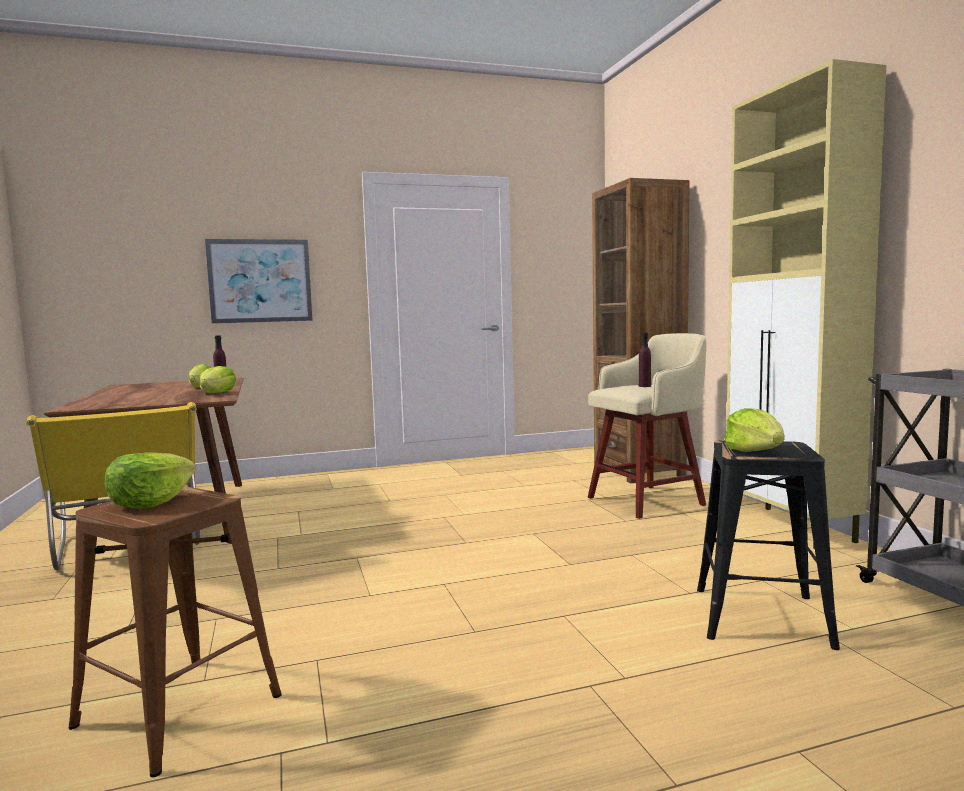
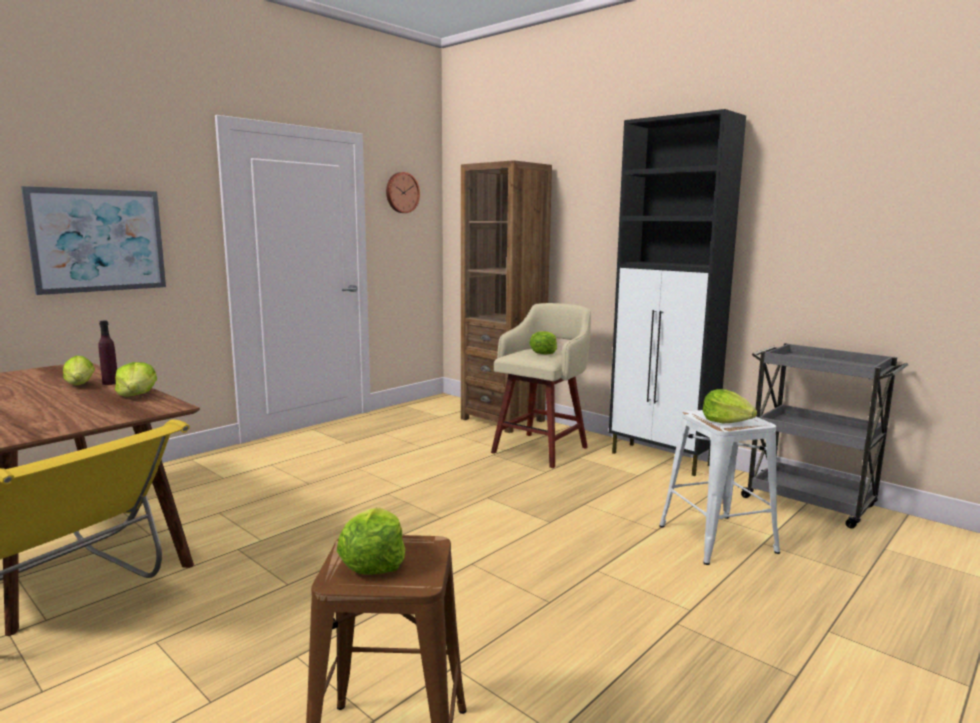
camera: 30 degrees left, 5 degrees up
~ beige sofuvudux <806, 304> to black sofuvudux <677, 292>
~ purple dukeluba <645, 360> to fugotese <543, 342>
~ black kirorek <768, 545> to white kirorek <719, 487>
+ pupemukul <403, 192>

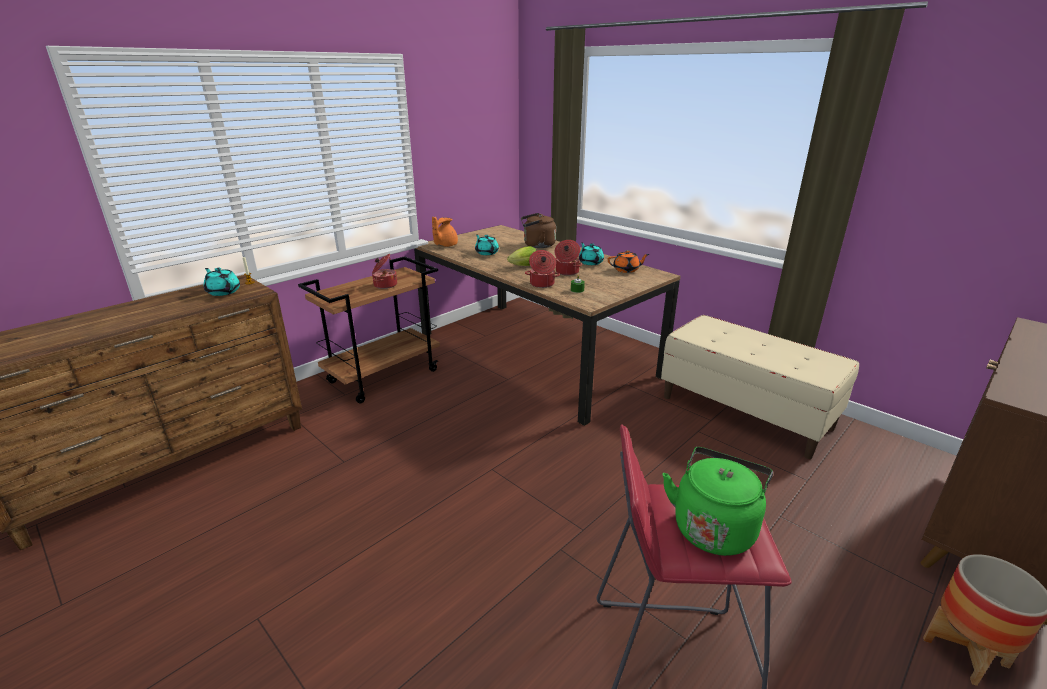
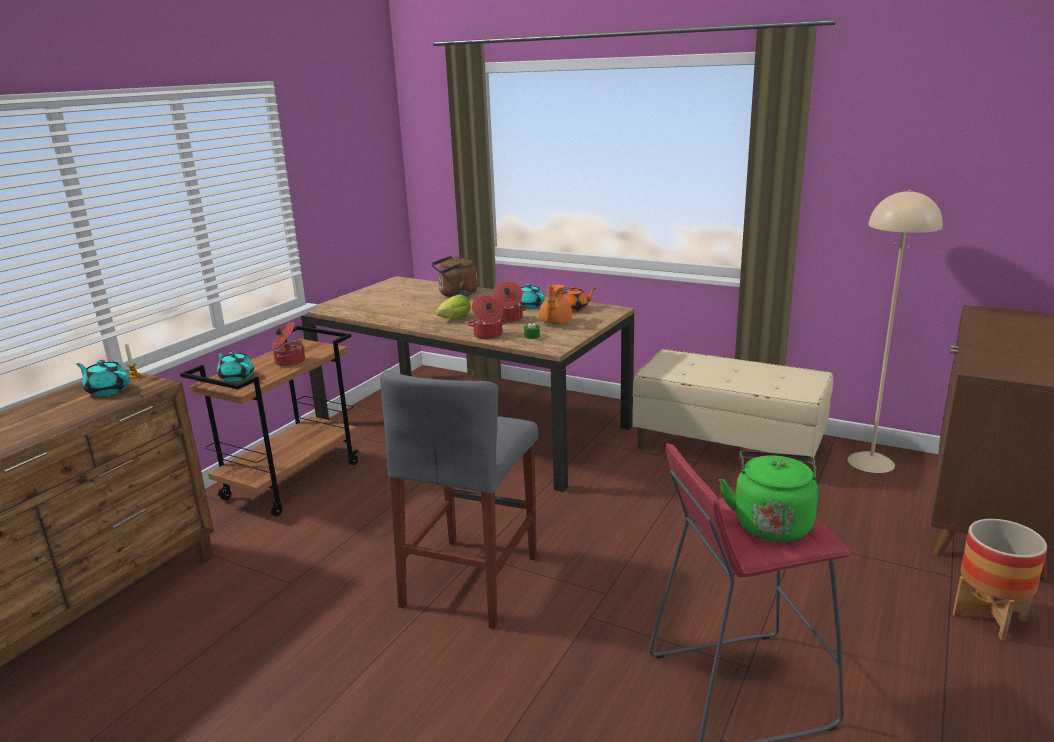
camera: 15 degrees left, 5 degrees down
~ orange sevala <445, 232> to <555, 304>
~ turquoise sevala <487, 244> to <235, 366>
+ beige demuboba <895, 331>
+ grey kirorek <459, 499>

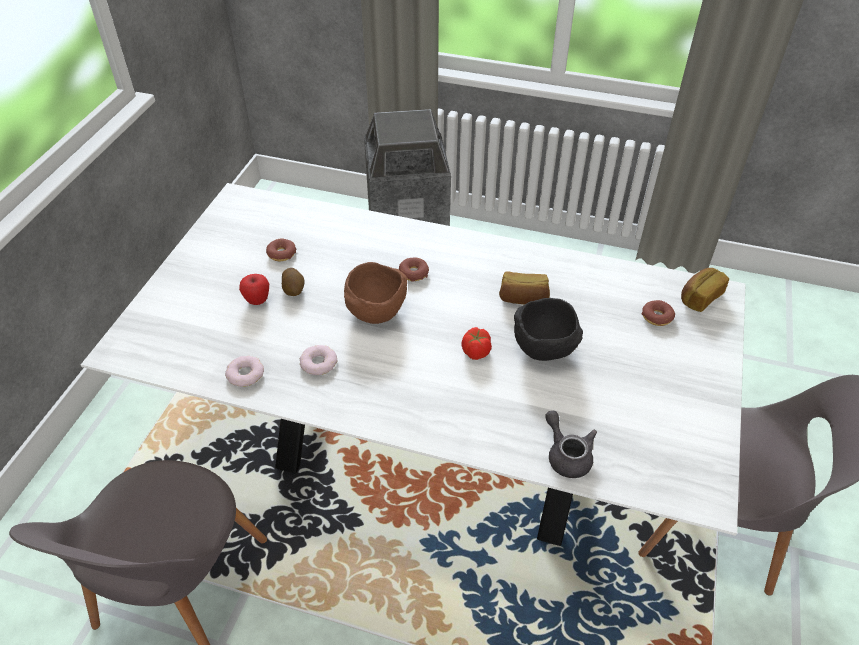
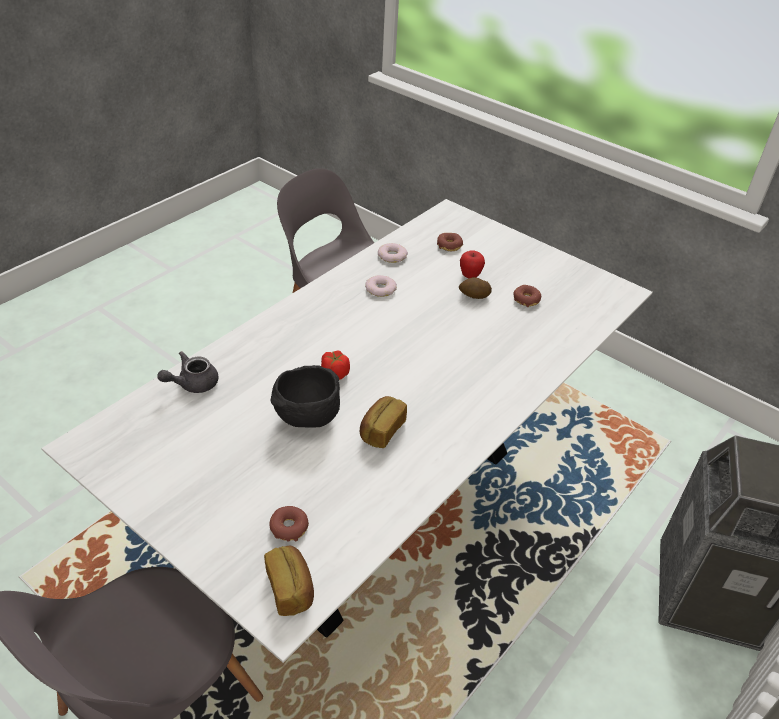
camera: 110 degrees right, 5 degrees down
~ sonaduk <414, 269> to <450, 242>
- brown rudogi <375, 293>
~ grey sevala <571, 444> = <188, 372> 150 degrees clockwise

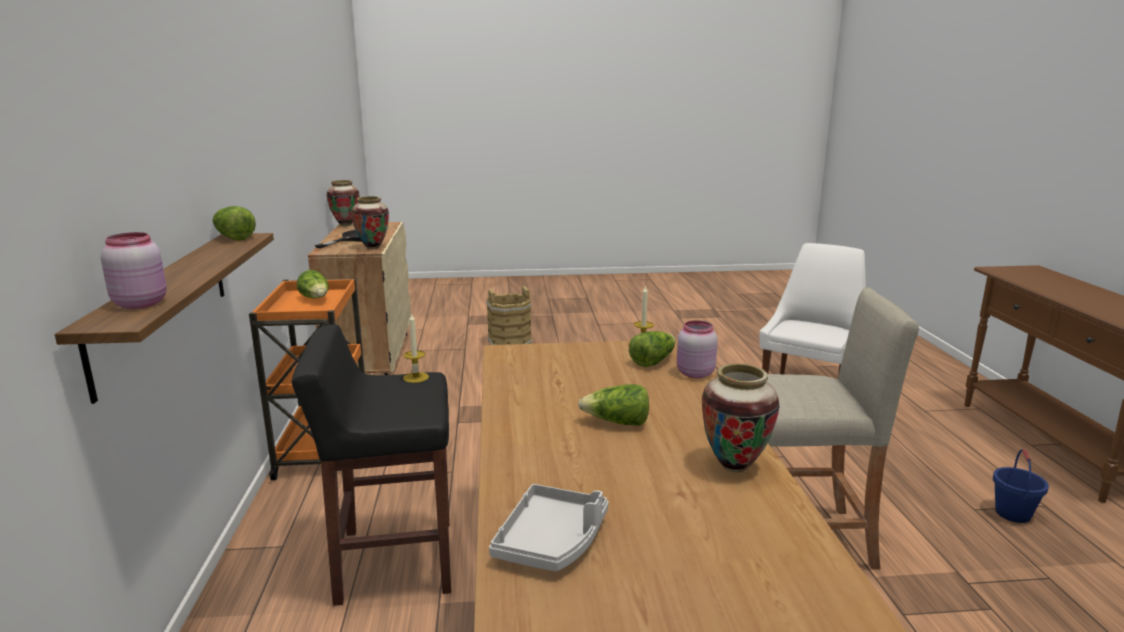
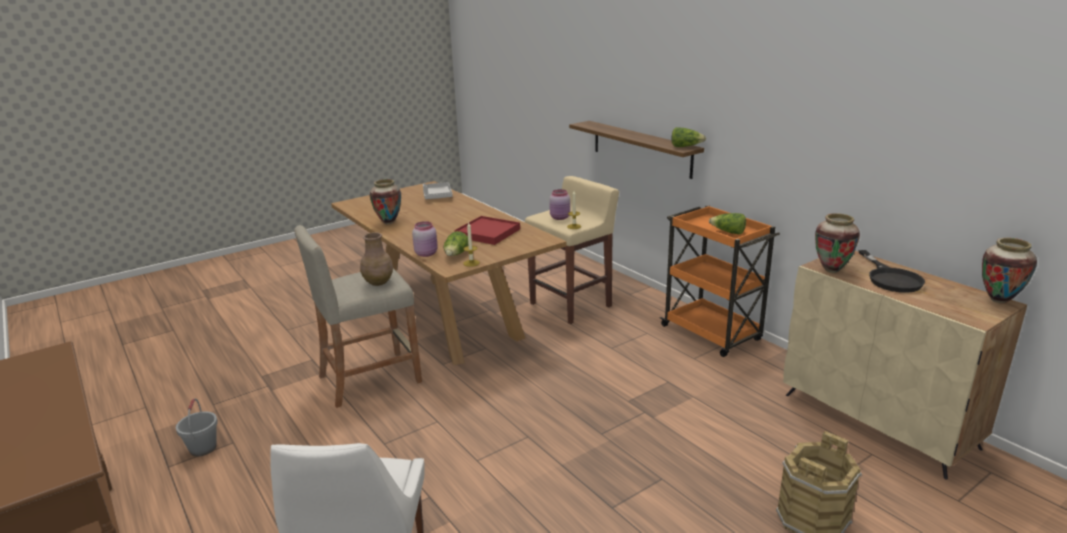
camera: 150 degrees right, 5 degrees up
~ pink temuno <134, 270> to <559, 204>
~ black kirorek <371, 465> to beige kirorek <572, 250>
- fugotese <613, 405>
~ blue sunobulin <1021, 486> to grey sunobulin <197, 428>
+ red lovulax <487, 230>
+ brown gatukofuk <376, 259>

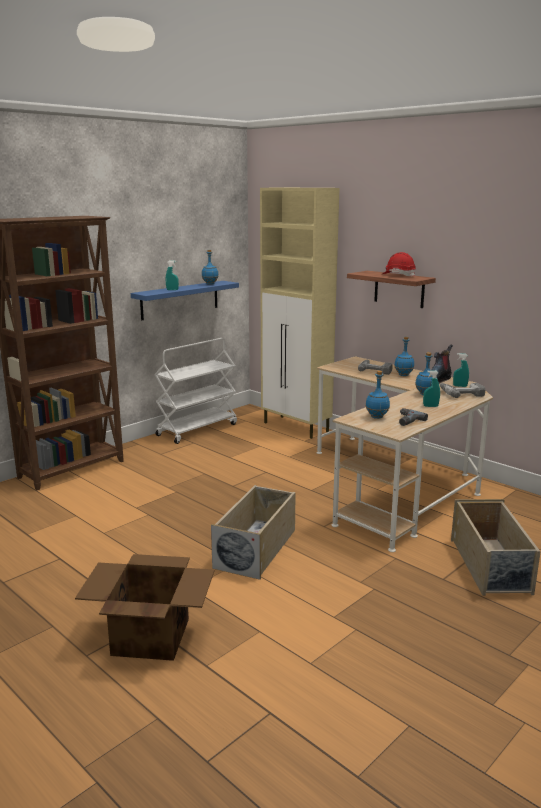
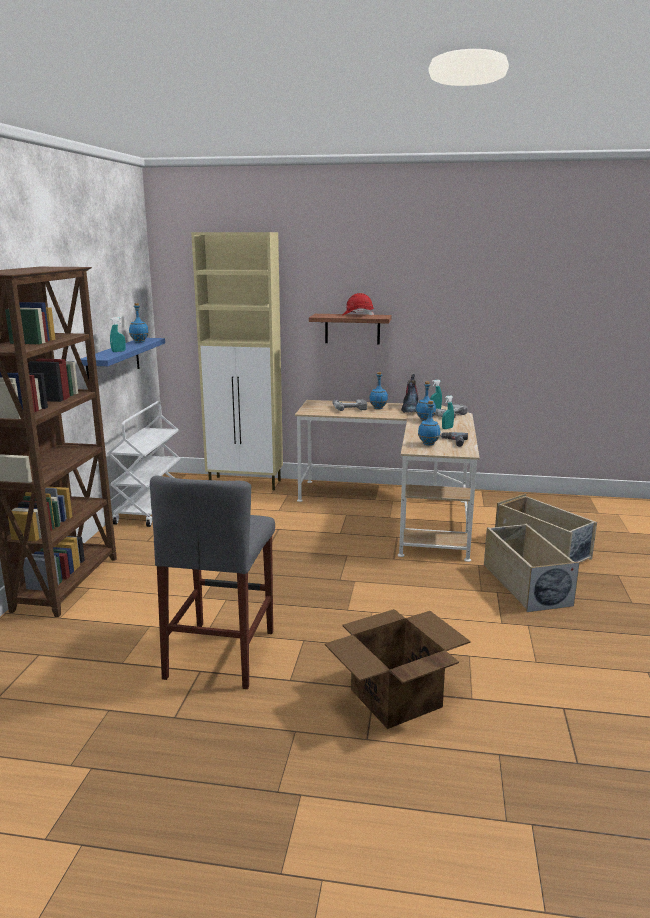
camera: 35 degrees left, 0 degrees up
~ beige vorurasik <253, 532> to <532, 568>
+ grey kirorek <212, 582>

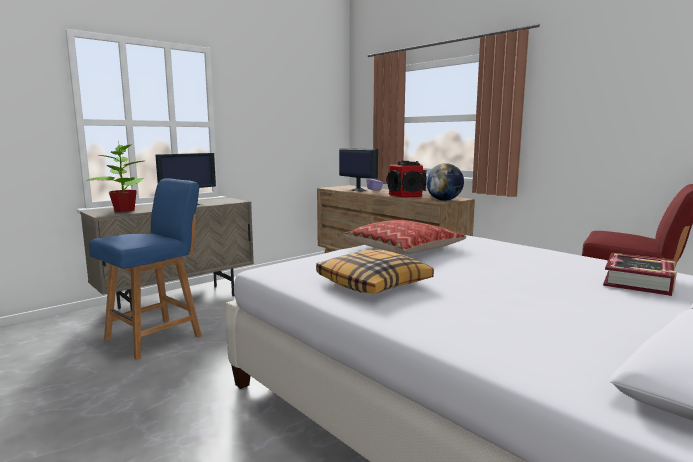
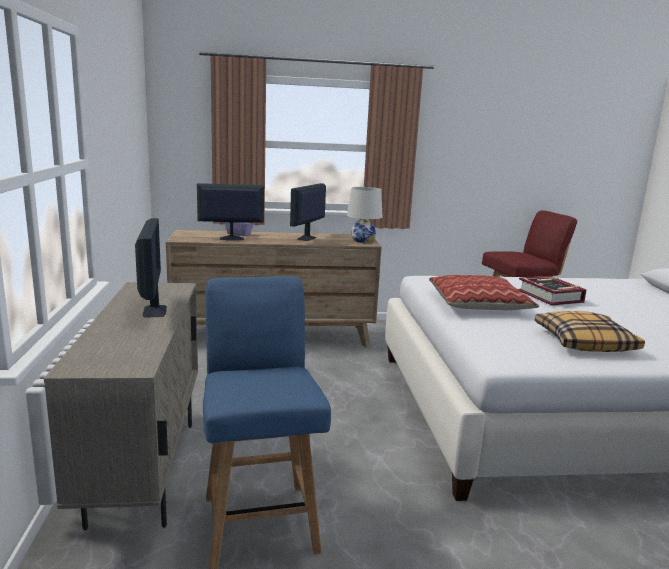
camera: 55 degrees left, 5 degrees up
- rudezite <115, 176>
~ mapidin <406, 179> to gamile <308, 212>
~ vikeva <445, 182> to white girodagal <365, 215>
~ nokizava <640, 274> to <552, 291>

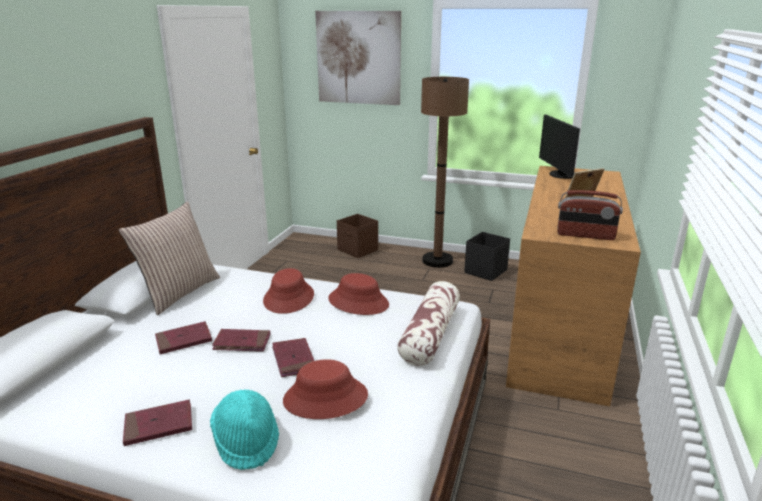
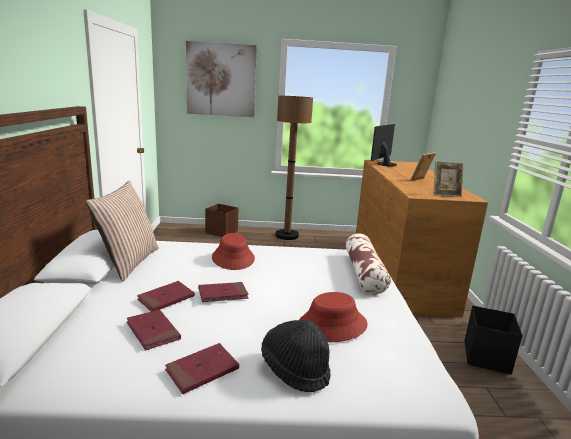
camera: 20 degrees left, 5 degrees down
~ gamile <559, 146> = <384, 145> 60 degrees clockwise
~ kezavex <590, 215> to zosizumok <449, 179>
~ black vorurasik <487, 256> to <493, 339>
- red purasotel <358, 294>
~ red nokizava <293, 357> to <154, 330>
~ turquoise purasotel <244, 429> to black purasotel <296, 356>

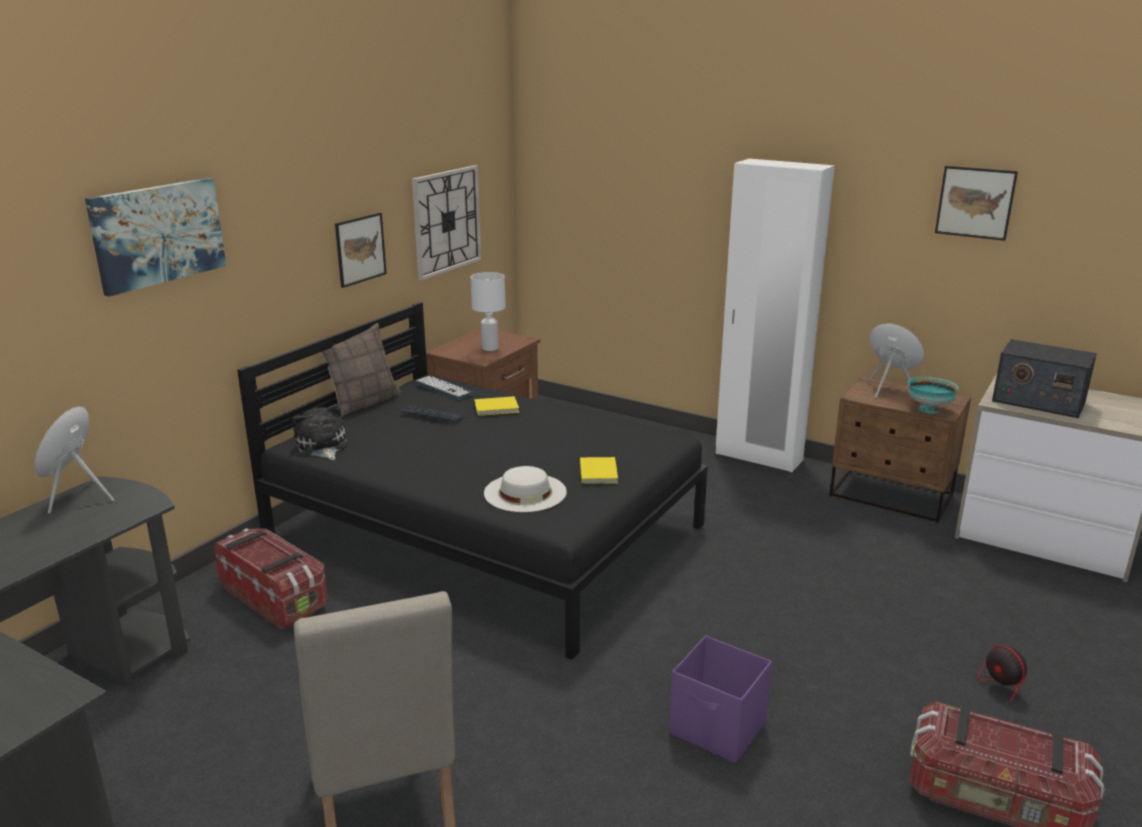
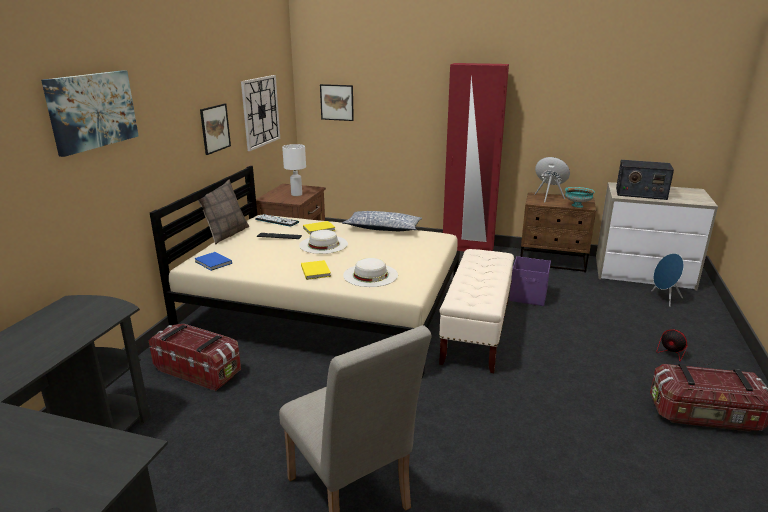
camera: 15 degrees left, 0 degrees up
~ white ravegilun <775, 315> to red ravegilun <476, 157>
~ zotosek <976, 203> to <337, 102>
~ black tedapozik <472, 481> to beige tedapozik <305, 272>
~ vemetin <320, 432> to blue nokizava <213, 261>
~ blue mapidin <74, 459> to <667, 280>
~ yellow nokizava <599, 470> to <316, 270>
~ purple vorurasik <720, 699> to <530, 281>
+ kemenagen <382, 221>
+ white purasotel <323, 242>
+ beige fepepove <476, 311>

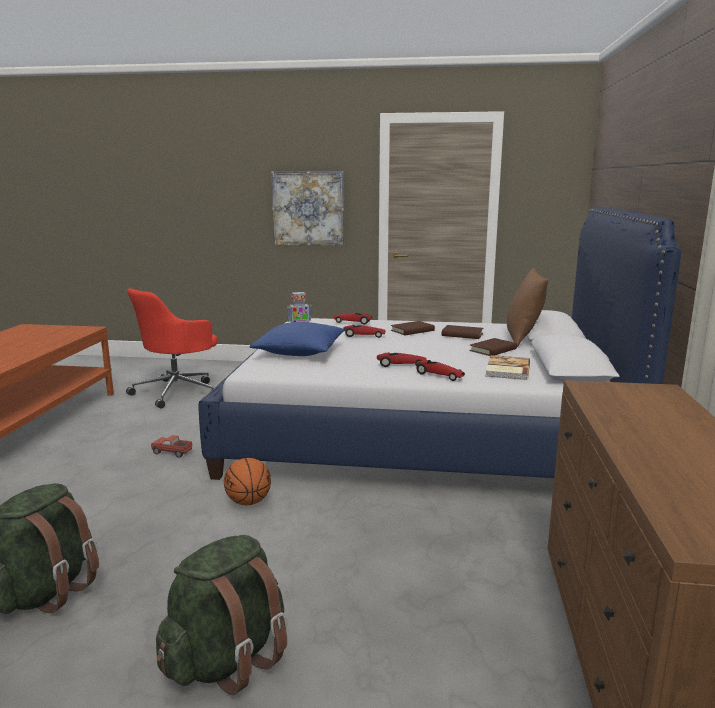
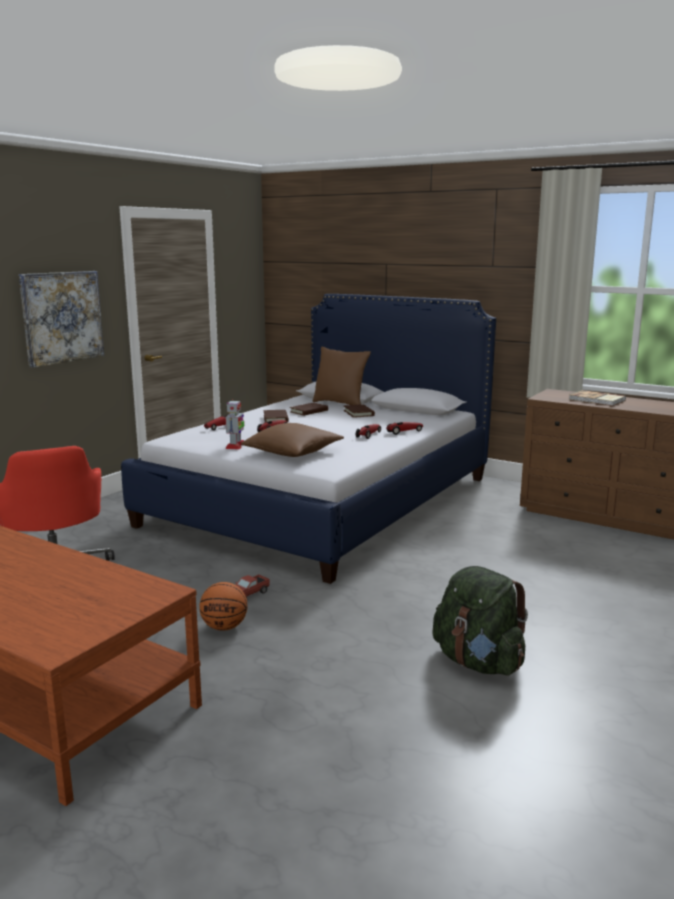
camera: 65 degrees left, 0 degrees up
~ blue kemenagen <297, 339> to brown kemenagen <292, 440>
~ nokizava <507, 367> to <597, 398>
~ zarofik <247, 481> to <223, 606>
- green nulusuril <221, 615>

